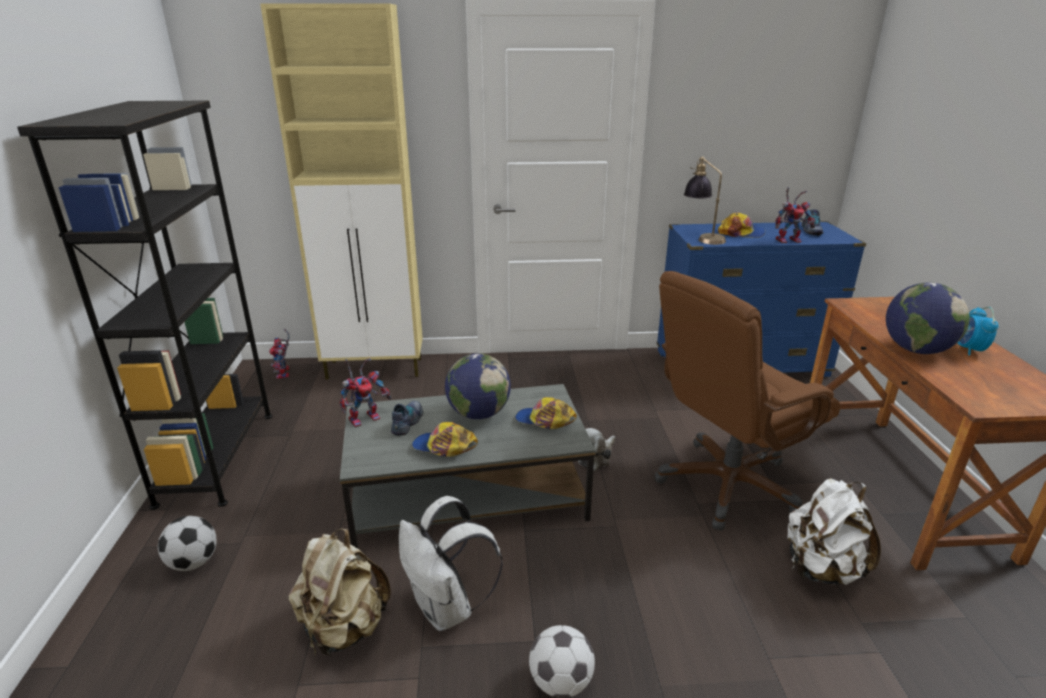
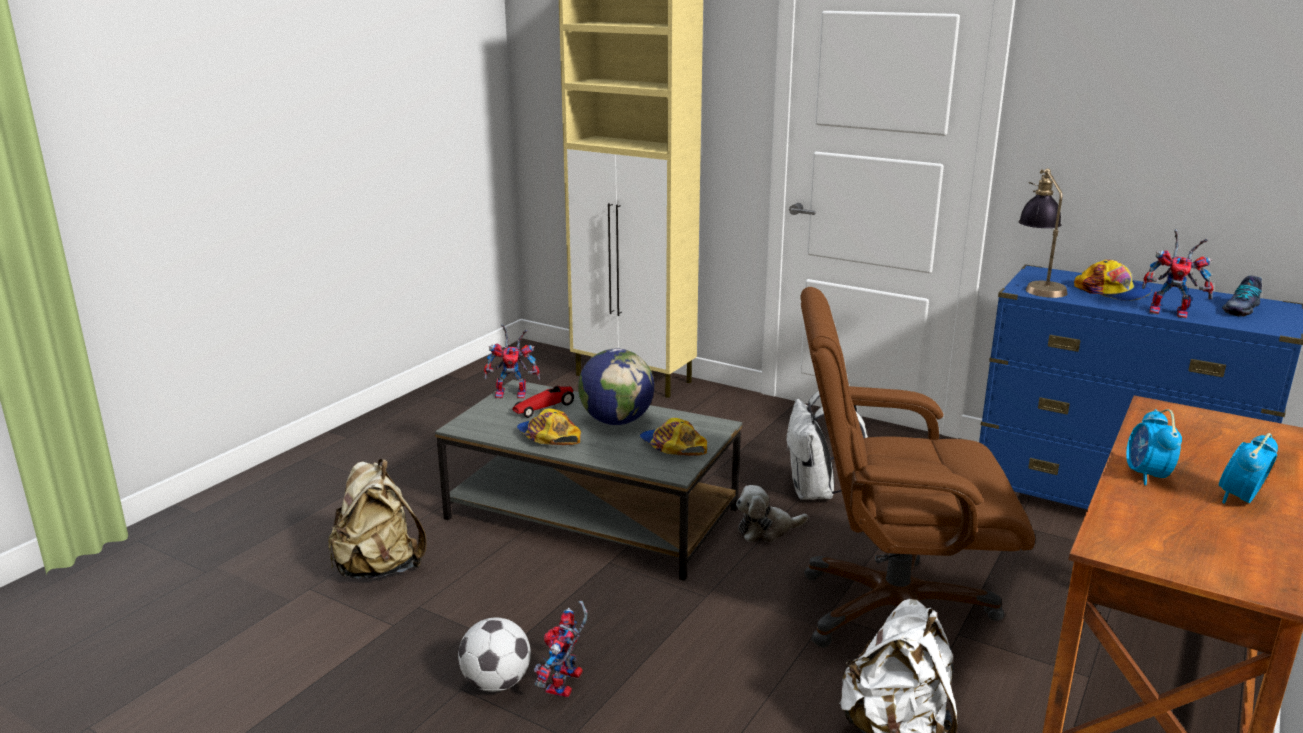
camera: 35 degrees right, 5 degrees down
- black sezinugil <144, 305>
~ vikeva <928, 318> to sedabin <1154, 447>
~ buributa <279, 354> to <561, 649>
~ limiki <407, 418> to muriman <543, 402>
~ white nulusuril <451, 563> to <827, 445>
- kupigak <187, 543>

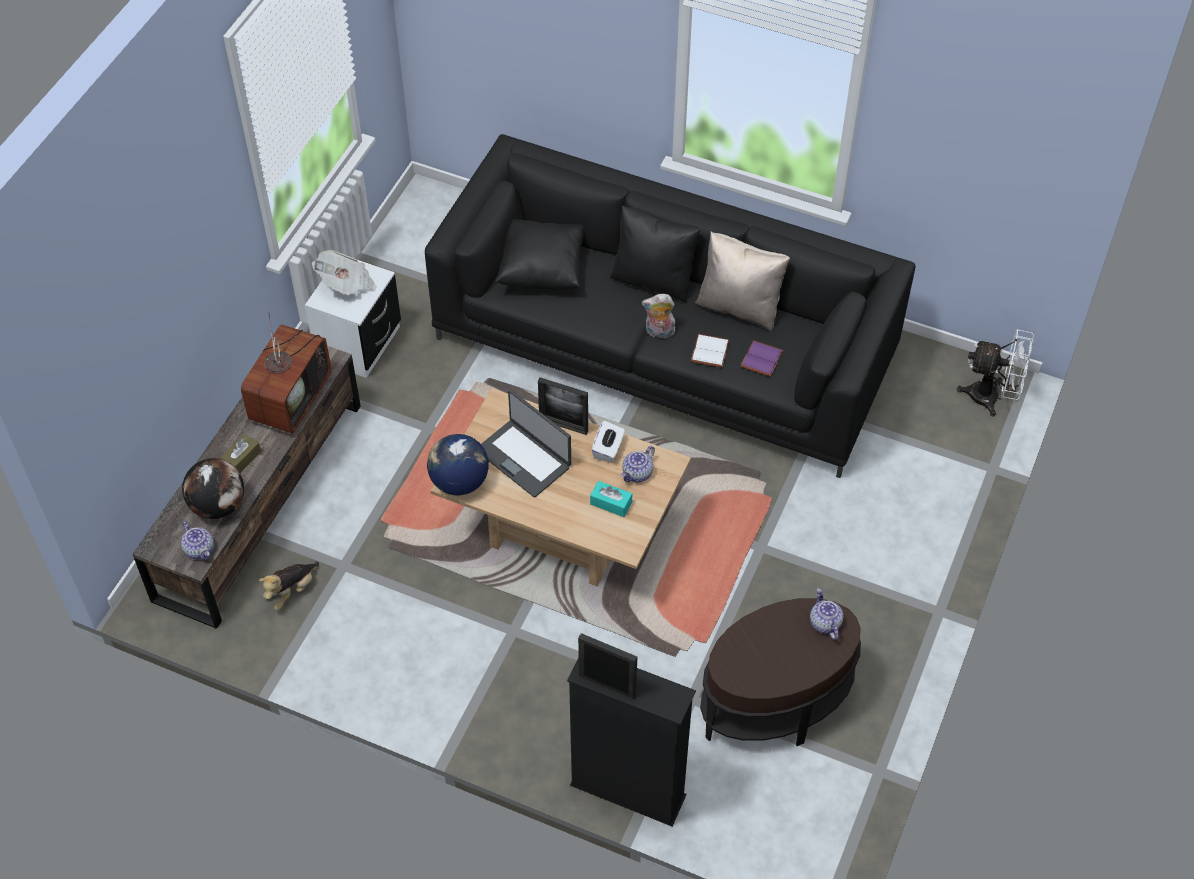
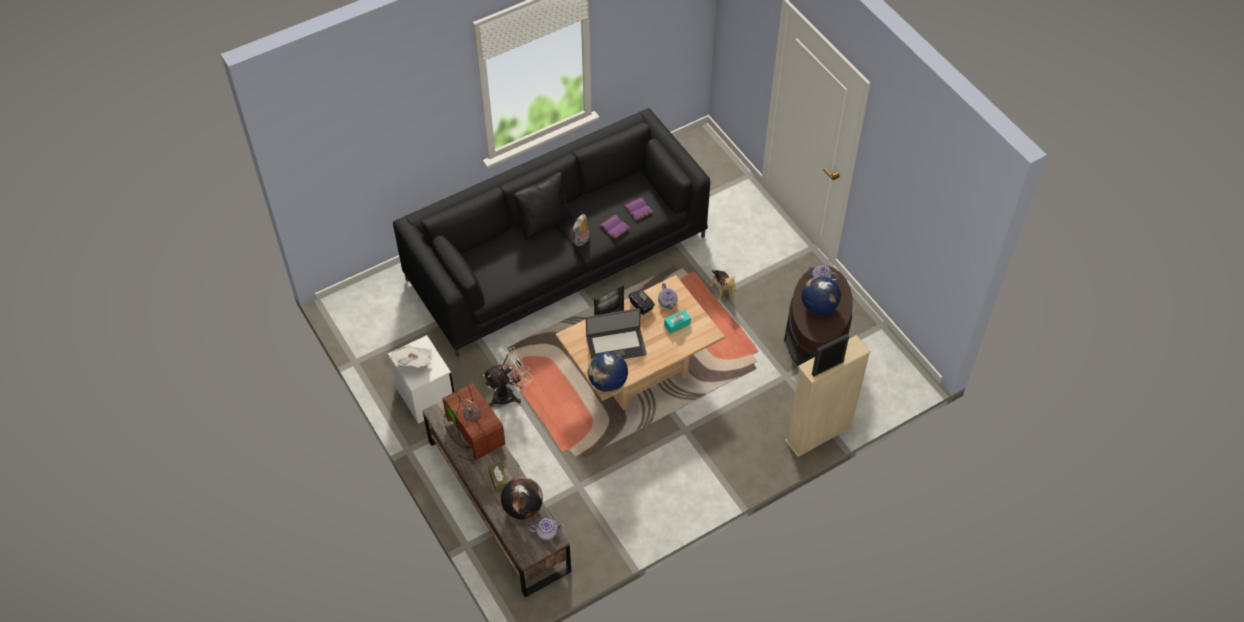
camera: 55 degrees left, 0 degrees up
- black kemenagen <539, 254>
- beige kemenagen <742, 282>
~ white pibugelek <995, 373> to <508, 375>
~ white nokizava <710, 350> to purple nokizava <615, 227>
~ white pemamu <608, 442> to black pemamu <642, 302>
~ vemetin <289, 586> to <723, 285>
~ black sezinugil <631, 742> to beige sezinugil <828, 396>
+ vikeva <821, 295>

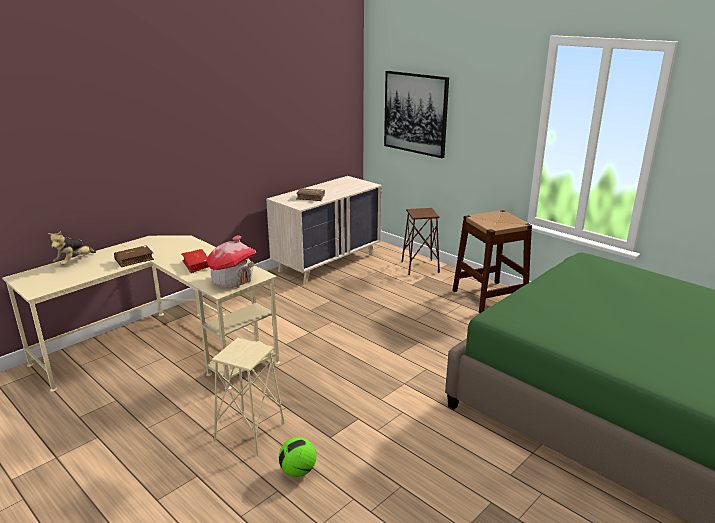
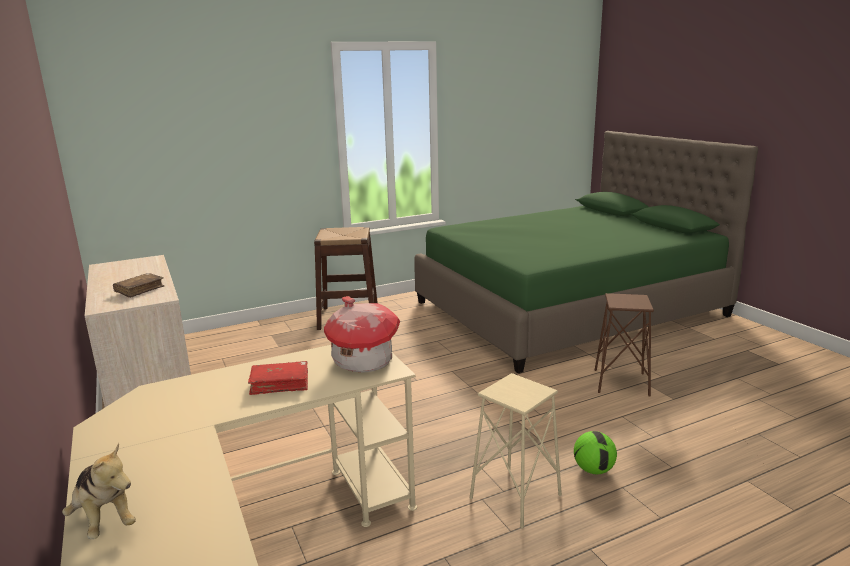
camera: 70 degrees left, 5 degrees down
- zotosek <416, 114>
~ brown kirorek <420, 241> to <624, 345>
- brown nokizava <134, 256>

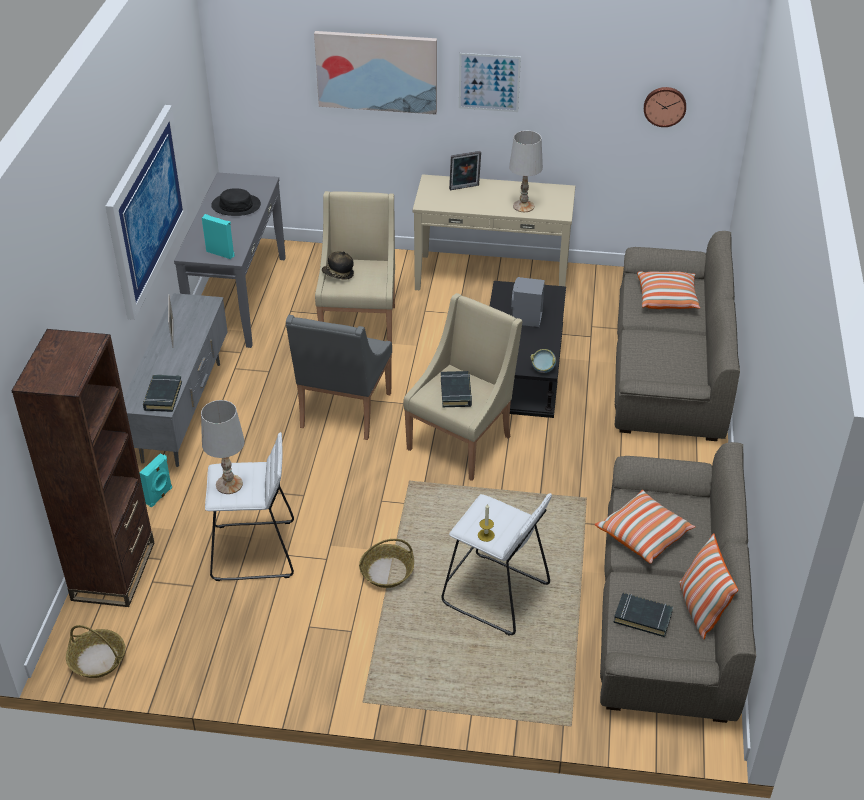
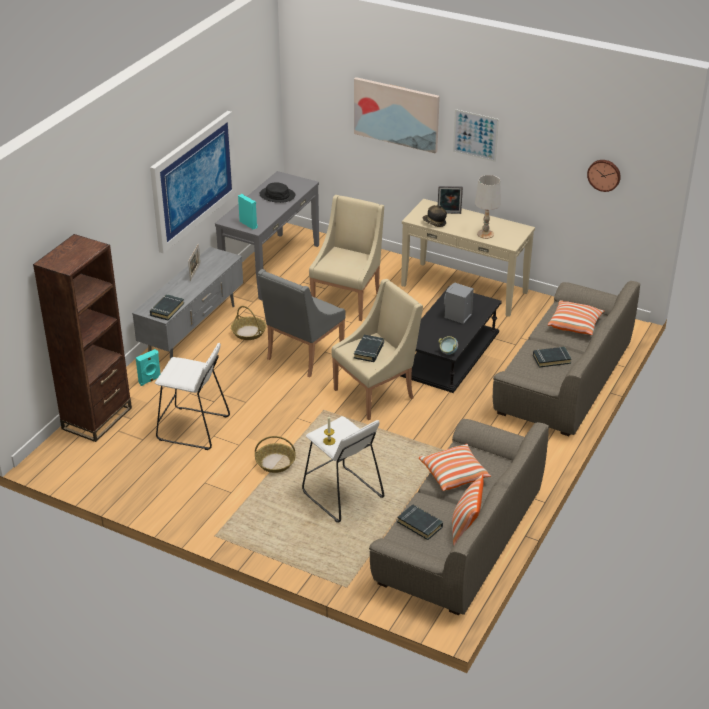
camera: 20 degrees right, 5 degrees down
~ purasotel <338, 265> to <435, 216>
- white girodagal <223, 447>
~ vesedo <96, 651> to <248, 323>
+ black nokizava <552, 357>

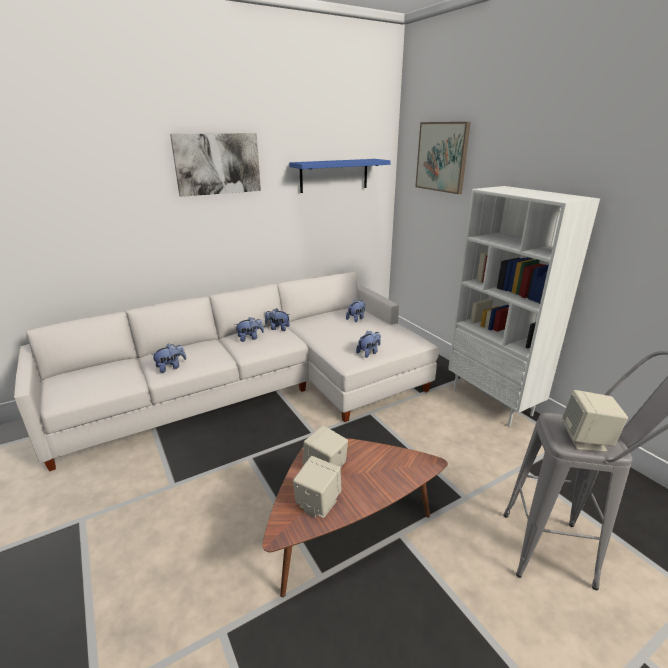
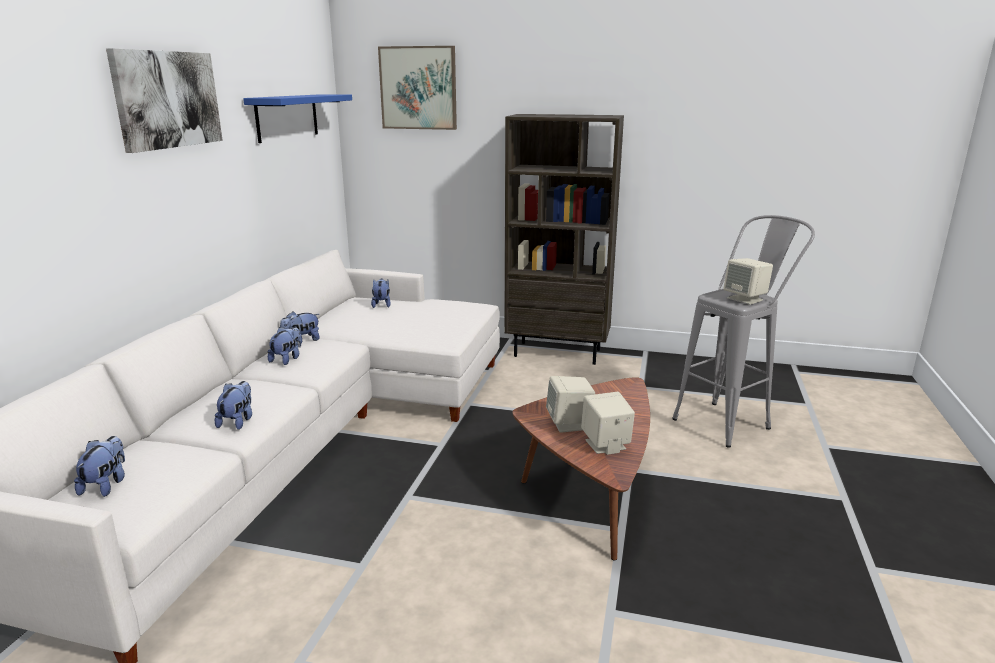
camera: 45 degrees left, 5 degrees down
~ white sezinugil <524, 306> to brown sezinugil <564, 239>
~ vemetin <368, 344> to <99, 466>

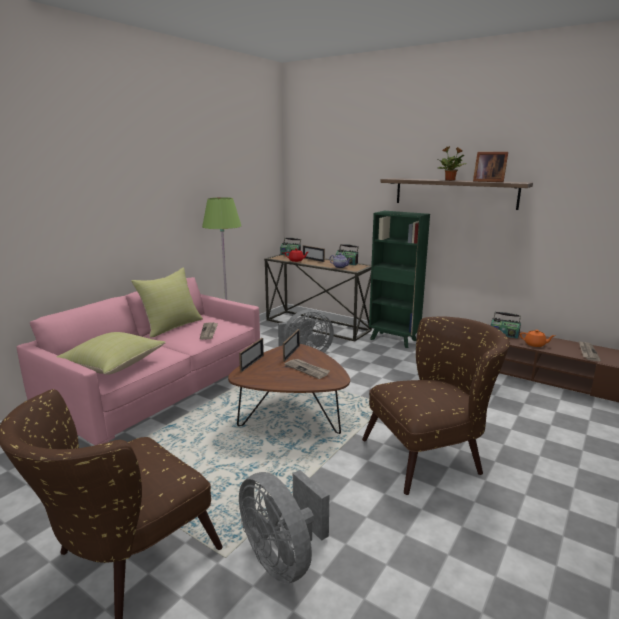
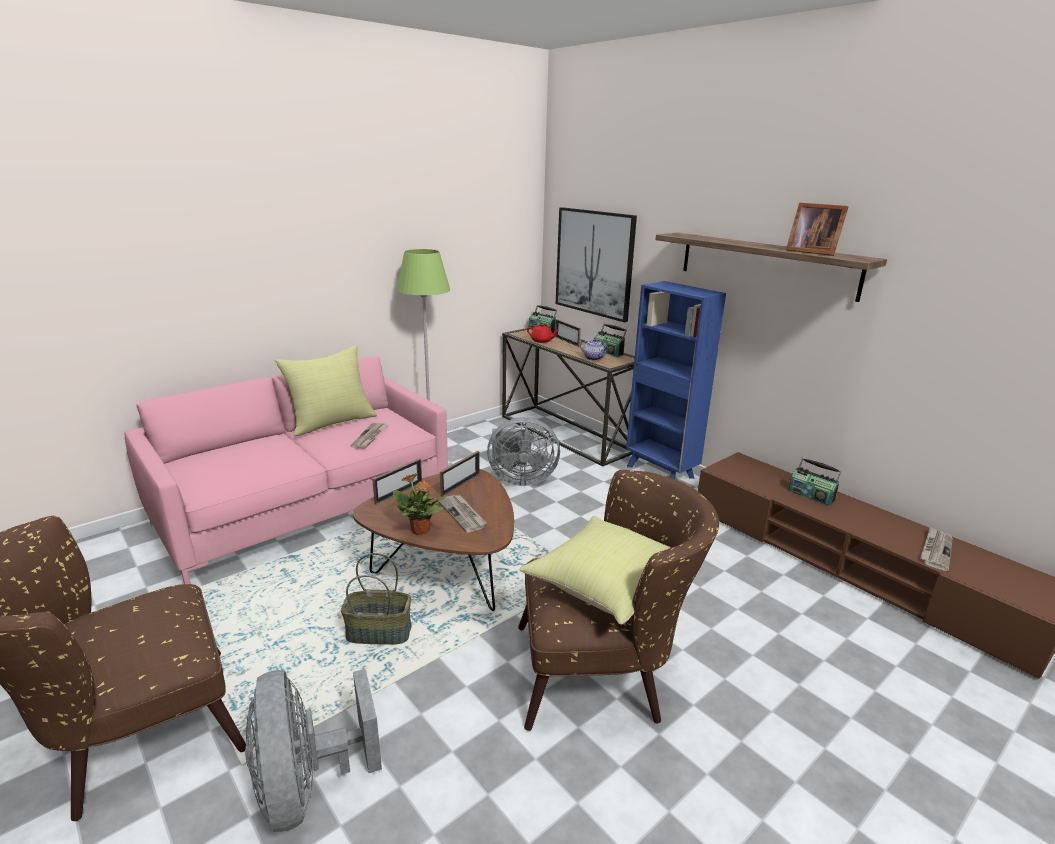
camera: 15 degrees right, 5 degrees up
~ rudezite <452, 163> to <420, 504>
~ green sezinugil <399, 279> to blue sezinugil <676, 380>
- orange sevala <537, 338>
~ yellow kemenagen <111, 353> to <595, 570>
+ zotosek <596, 264>
+ vesedo <376, 599>

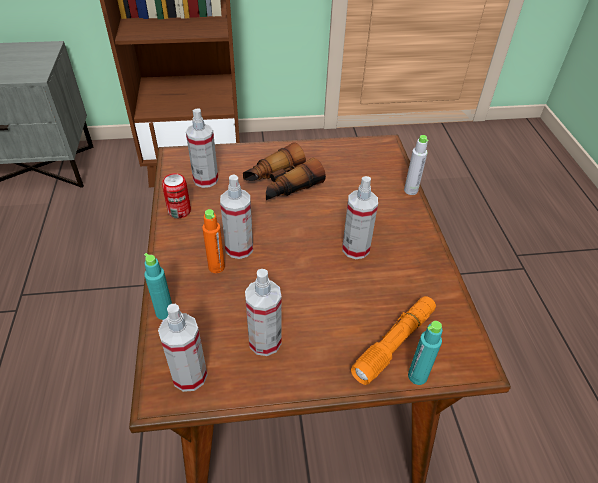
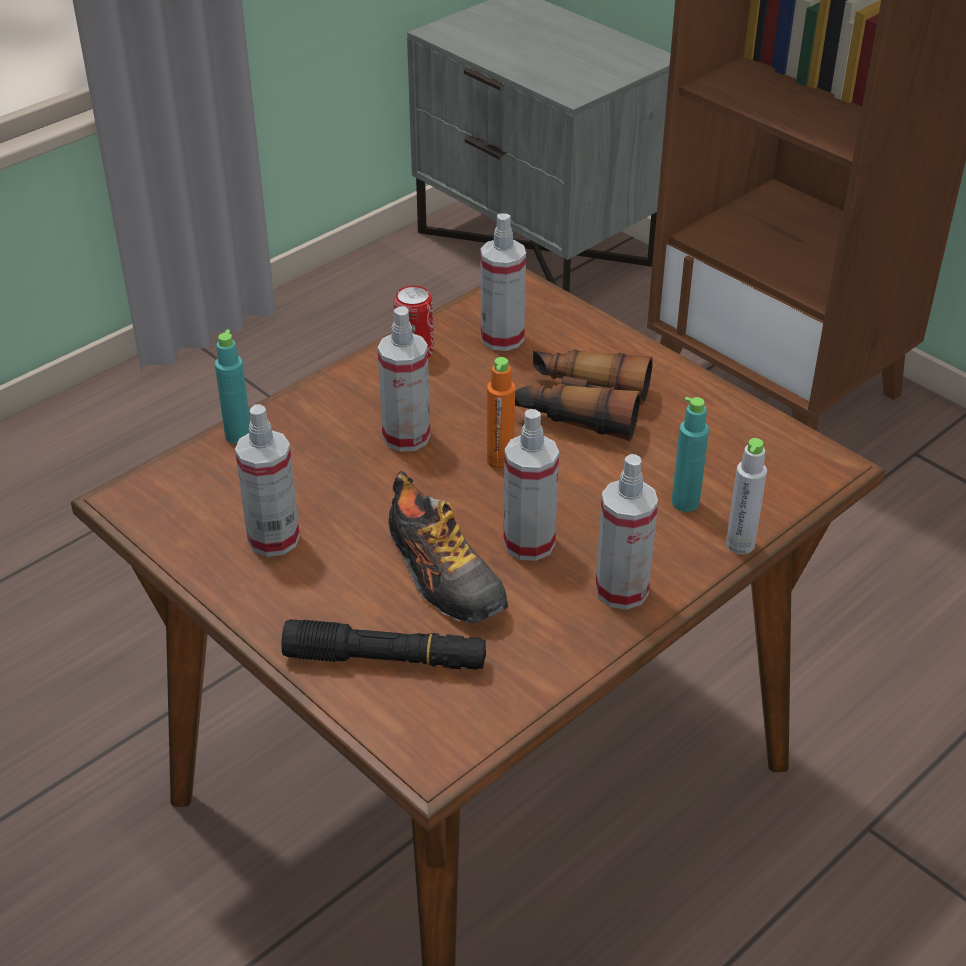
camera: 55 degrees right, 5 degrees down
~ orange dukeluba <213, 241> to <501, 413>
~ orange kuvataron <393, 340> to black kuvataron <383, 644>
~ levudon <183, 348> to <626, 532>
~ turquoise dukeluba <425, 353> to <690, 454>
+ limiki <448, 547>

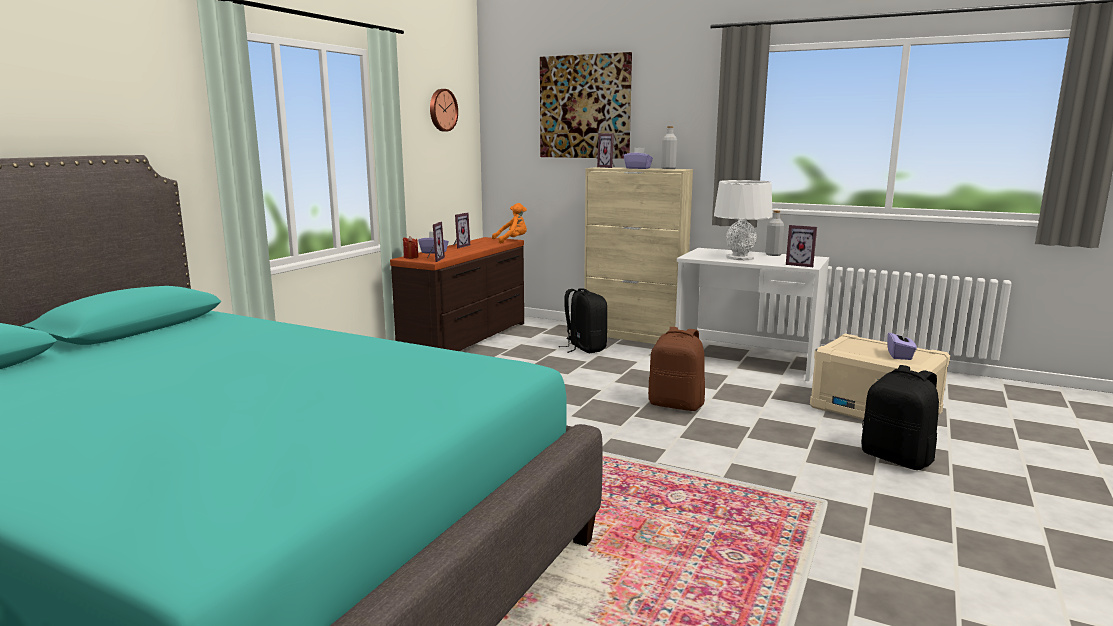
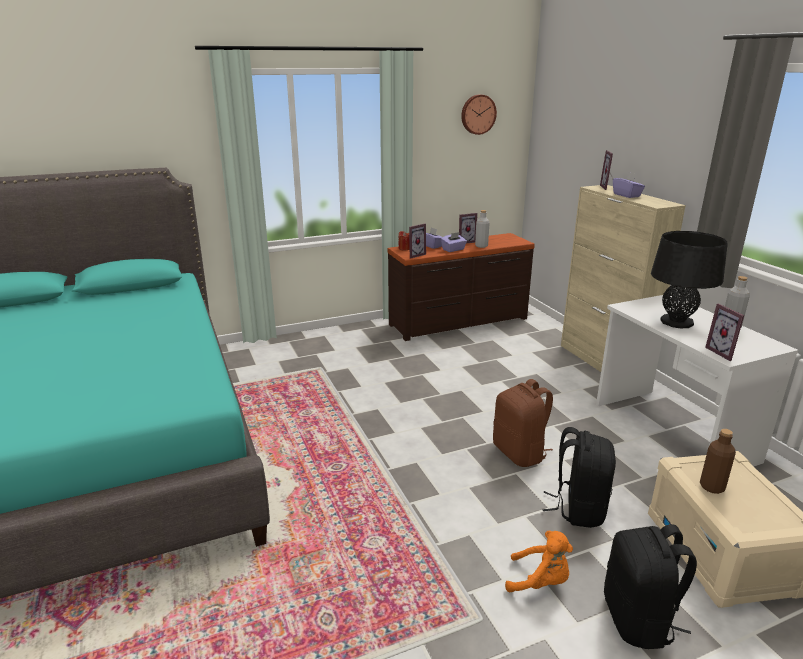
camera: 40 degrees right, 10 degrees up
- zotosek <586, 105>
~ grey dukeluba <669, 147> to <482, 229>
~ white girodagal <743, 220> to black girodagal <689, 279>
~ orange vemetin <509, 223> to <539, 561>
~ black nulusuril <582, 320> to <579, 477>
~ purple pemamu <902, 344> to <454, 242>
+ brown dukeluba <718, 461>

